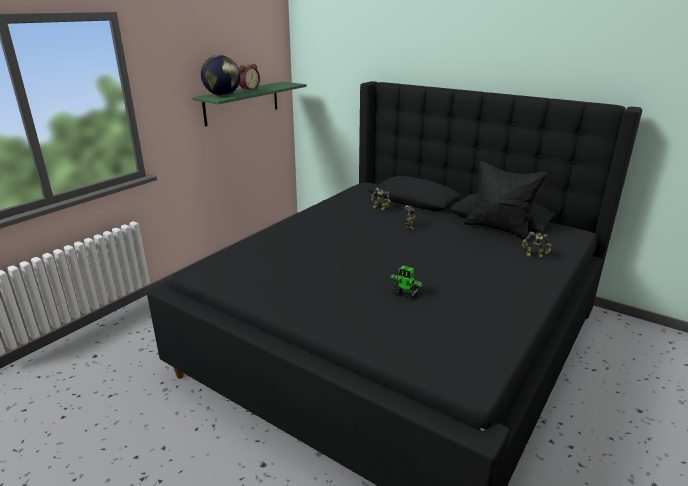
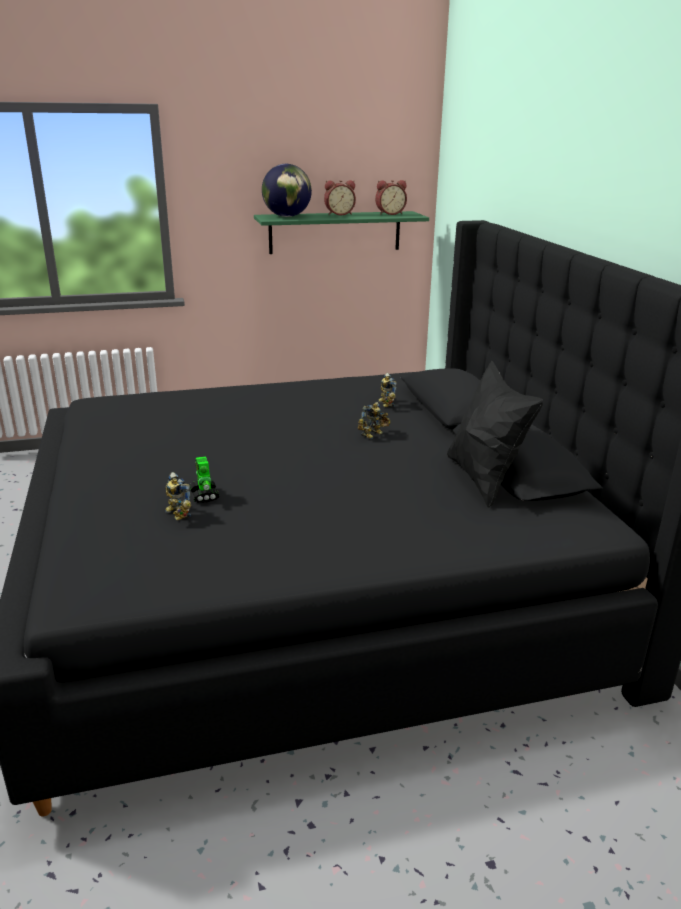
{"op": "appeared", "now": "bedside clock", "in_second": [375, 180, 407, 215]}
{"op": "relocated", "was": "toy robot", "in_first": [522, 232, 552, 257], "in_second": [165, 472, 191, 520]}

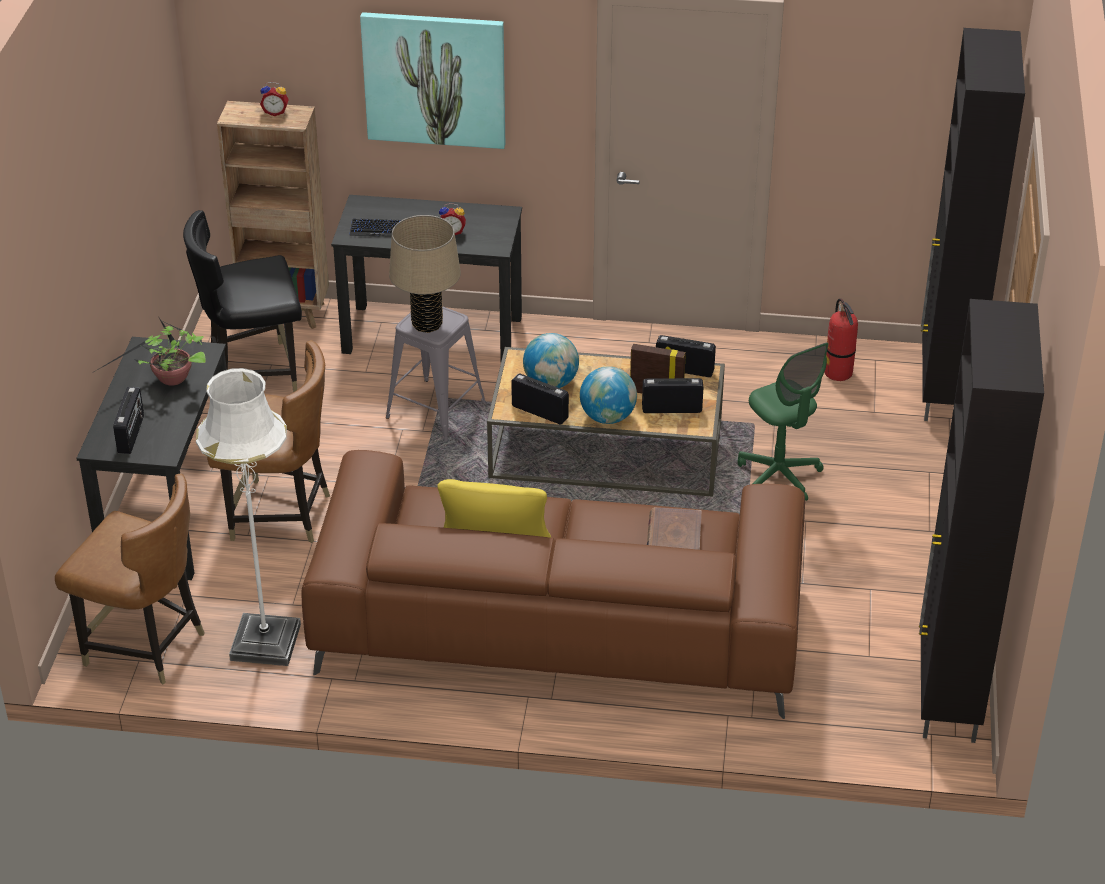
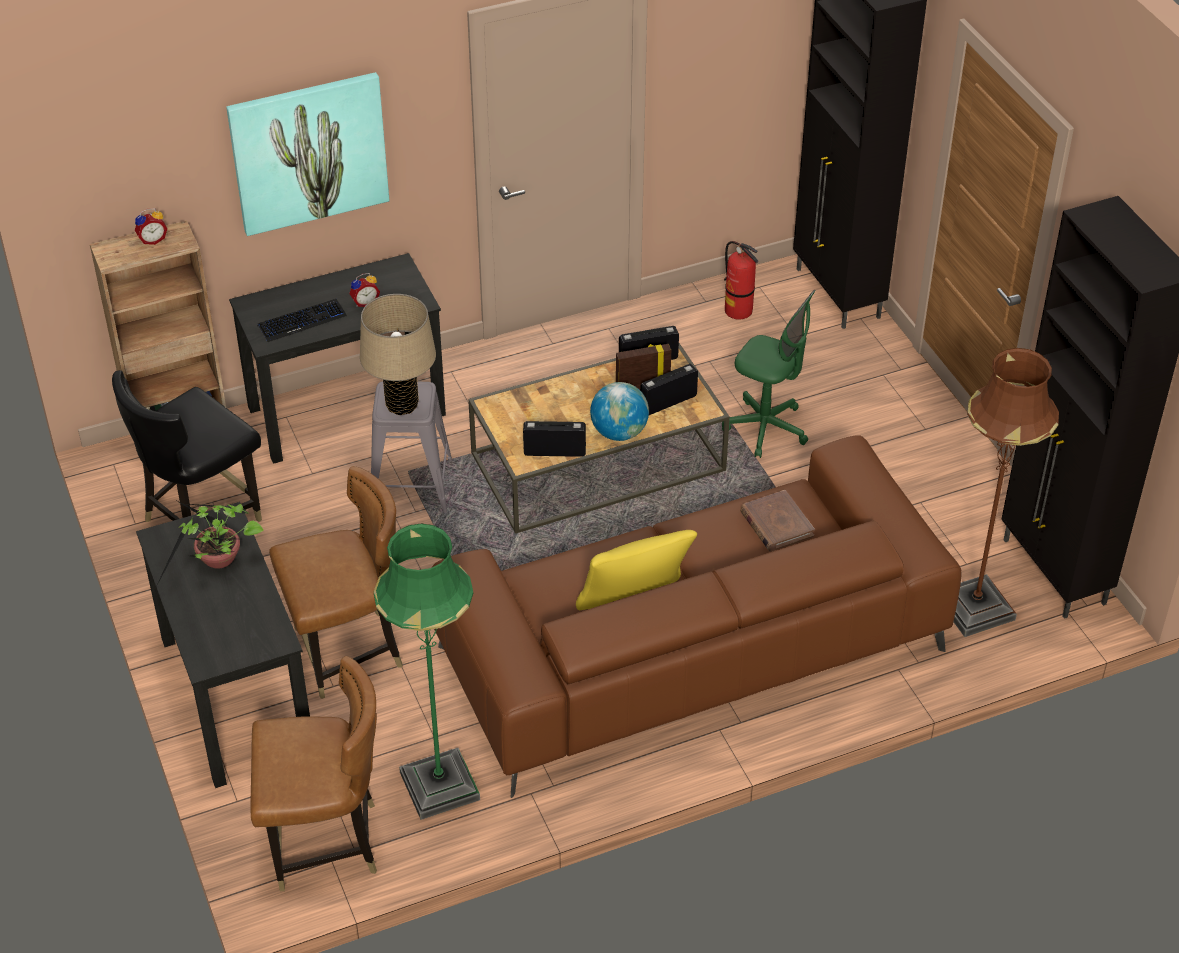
{"op": "missing", "was": "radio set", "in_first": [113, 387, 144, 454]}
{"op": "missing", "was": "globe", "in_first": [523, 333, 579, 388]}
{"op": "appeared", "now": "brownish floor lamp", "in_second": [954, 348, 1059, 637]}
{"op": "colour", "was": "white floor lamp", "now": "greenish floor lamp", "in_first": [196, 368, 301, 666], "in_second": [374, 523, 480, 820]}

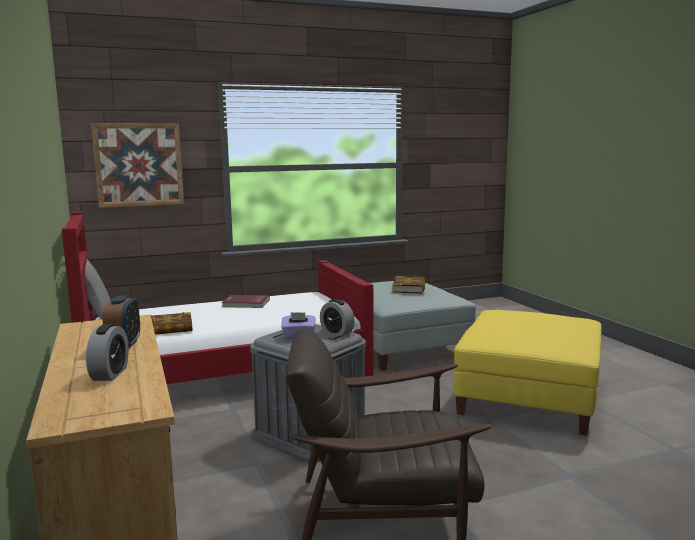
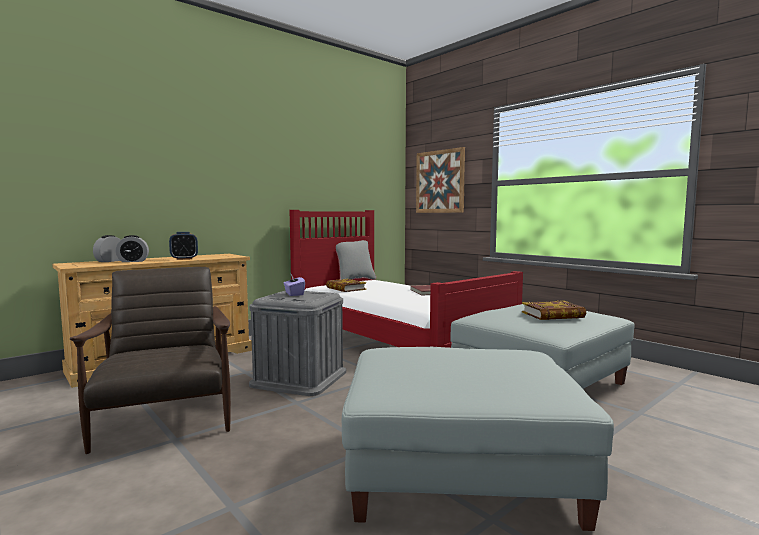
{"op": "relocated", "was": "bedside clock", "in_first": [320, 299, 355, 336], "in_second": [93, 235, 121, 262]}
{"op": "colour", "was": "yellowish ottoman", "now": "grey ottoman", "in_first": [453, 310, 602, 436], "in_second": [342, 347, 614, 531]}

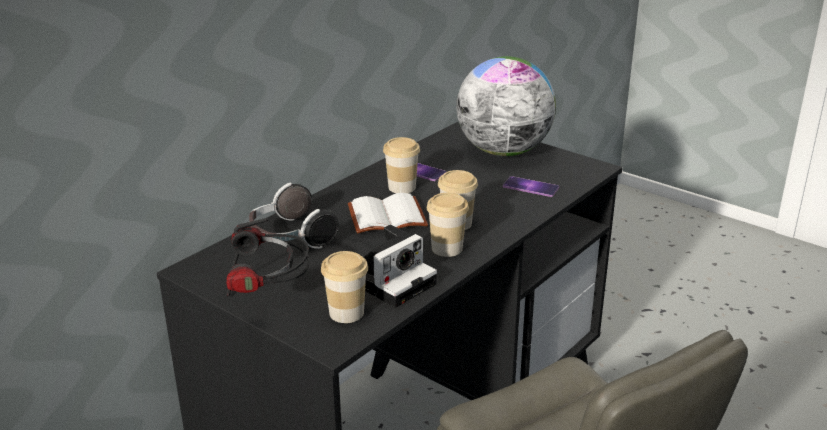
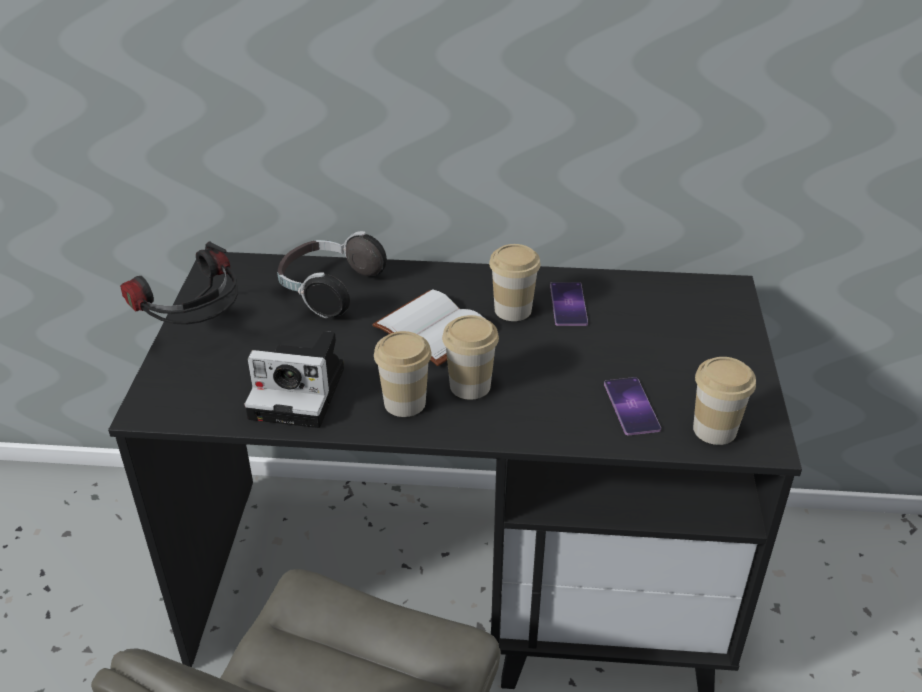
{"op": "missing", "was": "globe", "in_first": [456, 56, 556, 156]}
{"op": "relocated", "was": "drinking cup", "in_first": [321, 251, 368, 323], "in_second": [693, 357, 756, 445]}

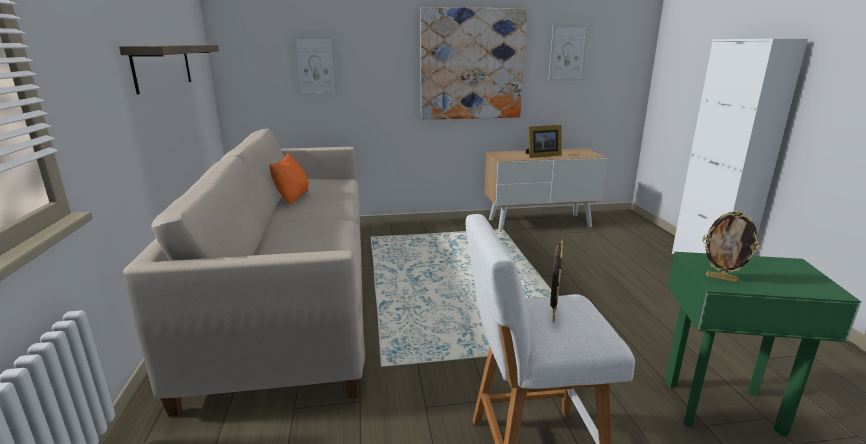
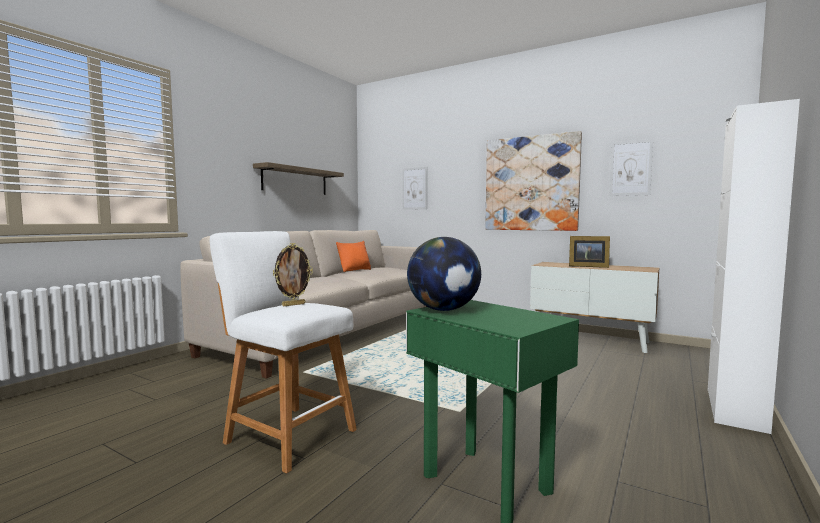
{"op": "exchanged", "was": "standing frame", "now": "globe", "in_first": [703, 210, 761, 282], "in_second": [407, 237, 481, 311]}

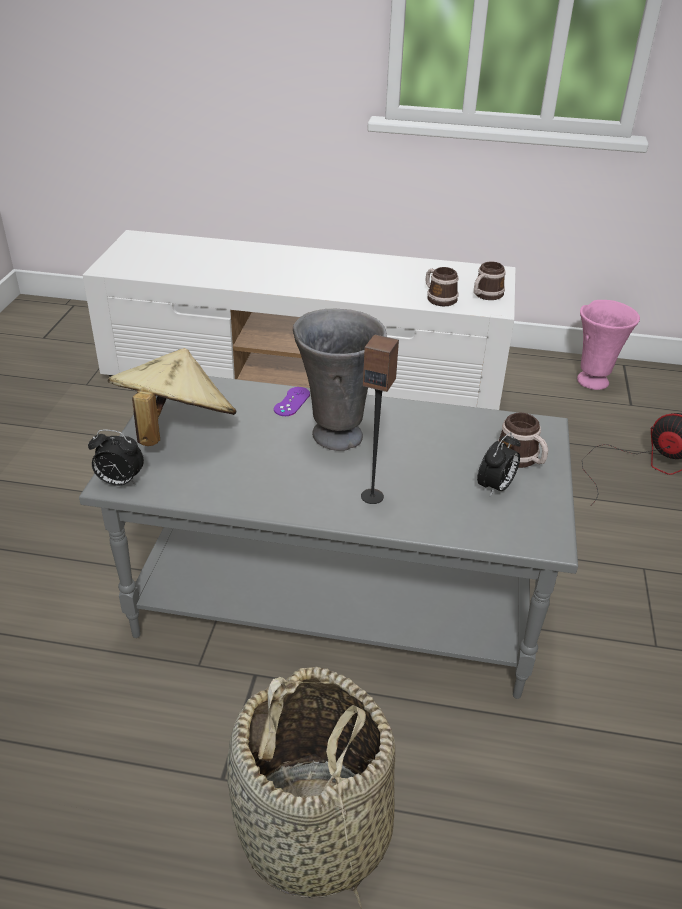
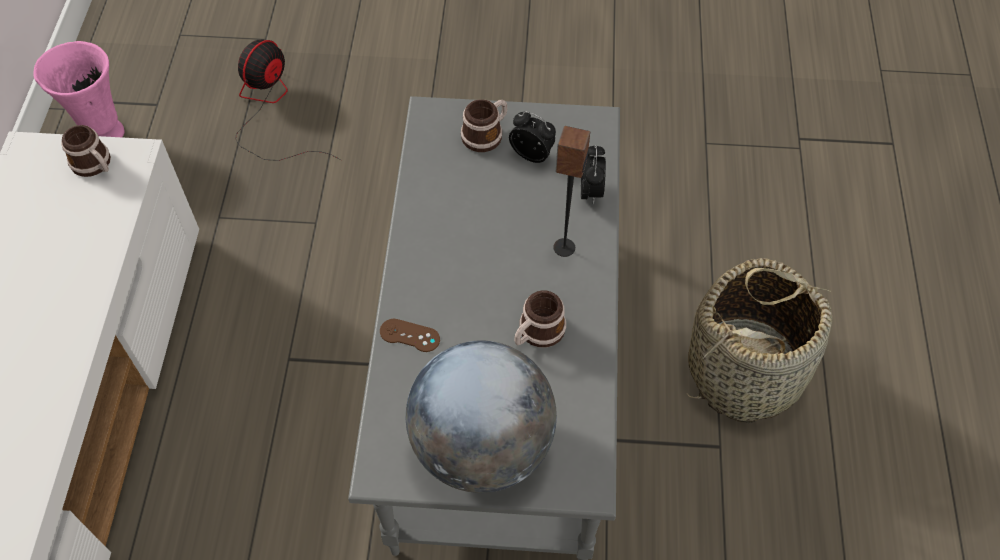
{"op": "missing", "was": "grey flower vase", "in_first": [293, 308, 387, 451]}
{"op": "relocated", "was": "bedside clock", "in_first": [88, 430, 144, 486], "in_second": [581, 145, 606, 205]}
{"op": "relocated", "was": "mug", "in_first": [425, 267, 459, 306], "in_second": [514, 291, 566, 348]}
{"op": "exchanged", "was": "sand-coloured wearable hat", "now": "globe", "in_first": [108, 348, 236, 446], "in_second": [405, 341, 557, 493]}
{"op": "colour", "was": "purplish game controller", "now": "brownish game controller", "in_first": [274, 387, 310, 416], "in_second": [380, 319, 440, 352]}

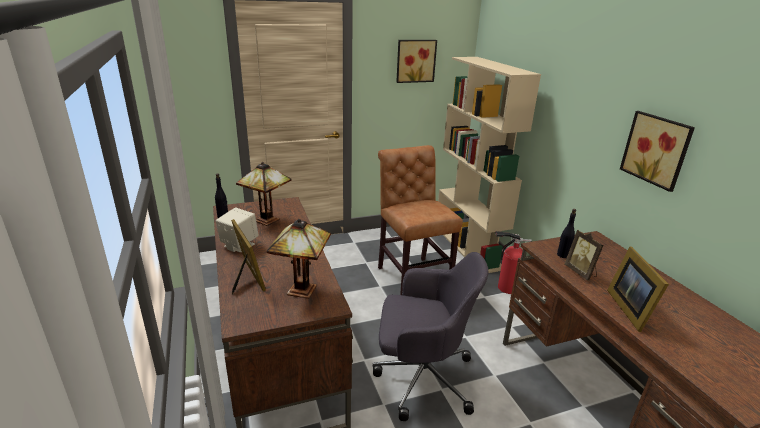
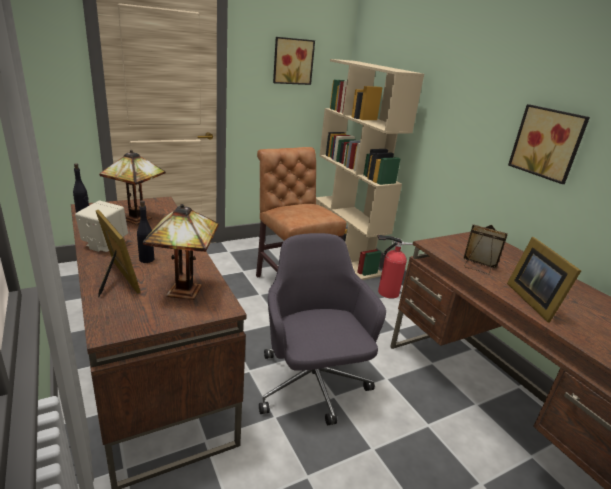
{"op": "relocated", "was": "black-coloured drink bottle", "in_first": [557, 209, 576, 258], "in_second": [137, 200, 154, 263]}
{"op": "spun", "was": "grey office chair", "in_first": [373, 252, 488, 421], "in_second": [259, 233, 386, 425], "clockwise": -105}
{"op": "spun", "was": "standing frame", "in_first": [565, 230, 603, 281], "in_second": [463, 224, 508, 274], "clockwise": 150}

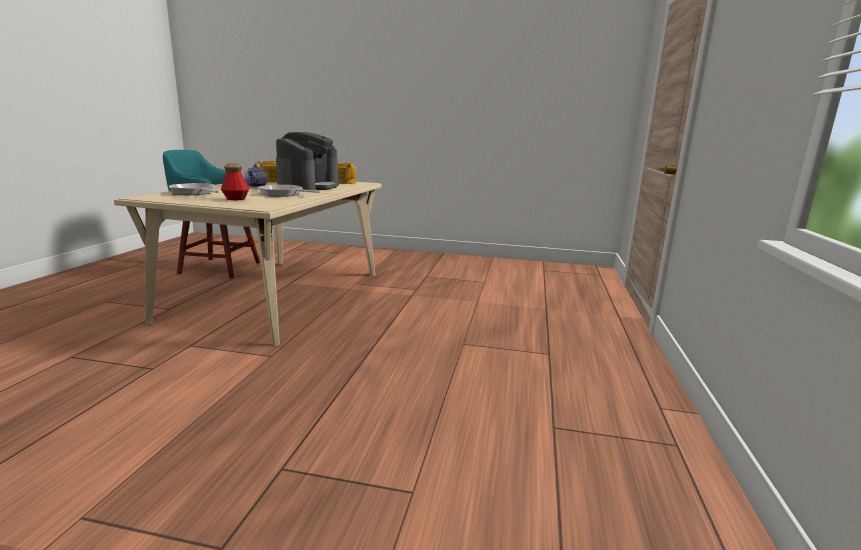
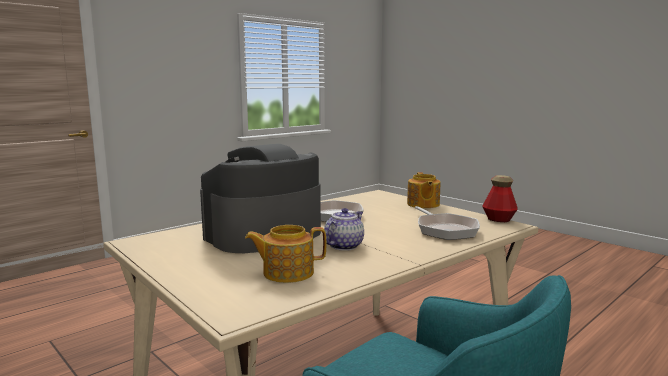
{"op": "relocated", "was": "drink bottle", "in_first": [221, 164, 249, 200], "in_second": [482, 175, 518, 222]}
{"op": "relocated", "was": "pot for tea", "in_first": [338, 163, 356, 184], "in_second": [407, 172, 440, 208]}

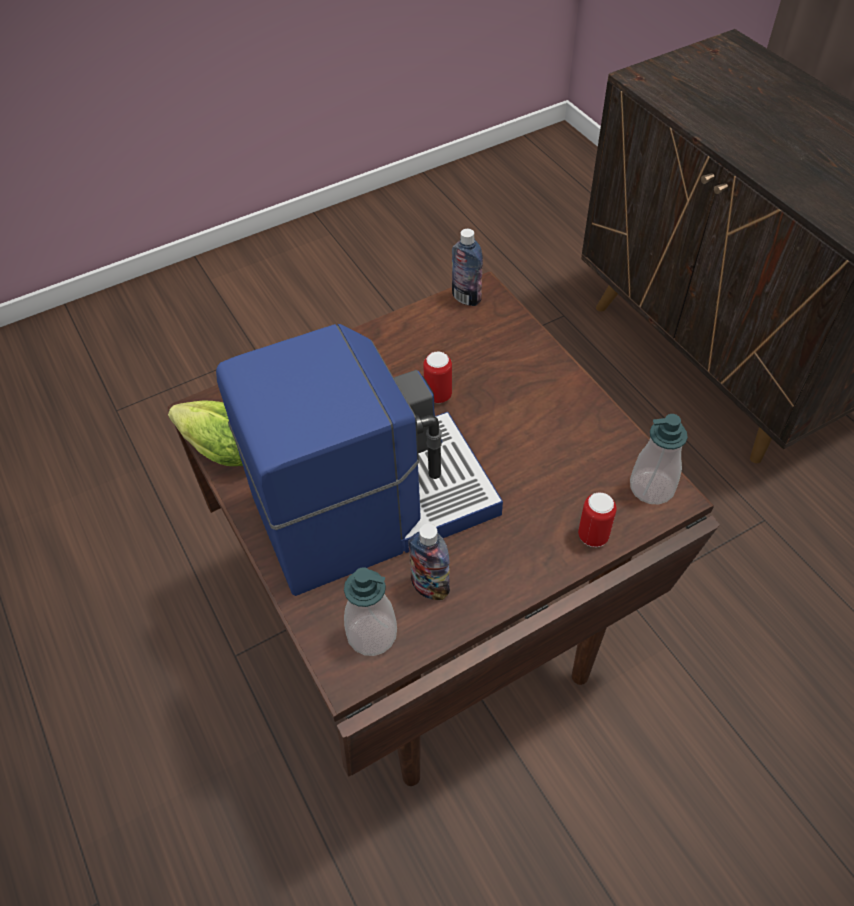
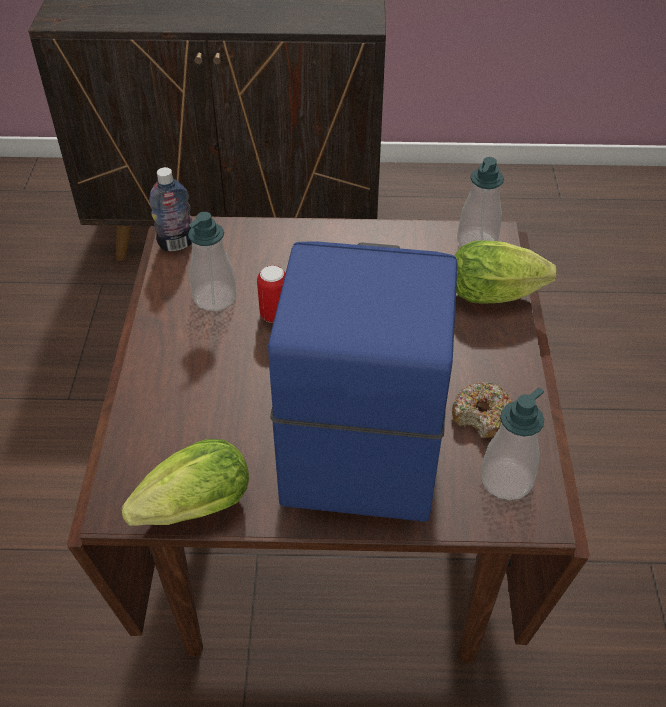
{"op": "appeared", "now": "soap dispenser", "in_second": [188, 212, 237, 311]}
{"op": "exchanged", "was": "drink bottle", "now": "doughnut", "in_first": [408, 523, 450, 600], "in_second": [452, 382, 512, 438]}
{"op": "exchanged", "was": "sealed can", "now": "head of lettuce", "in_first": [578, 492, 616, 547], "in_second": [454, 240, 557, 304]}

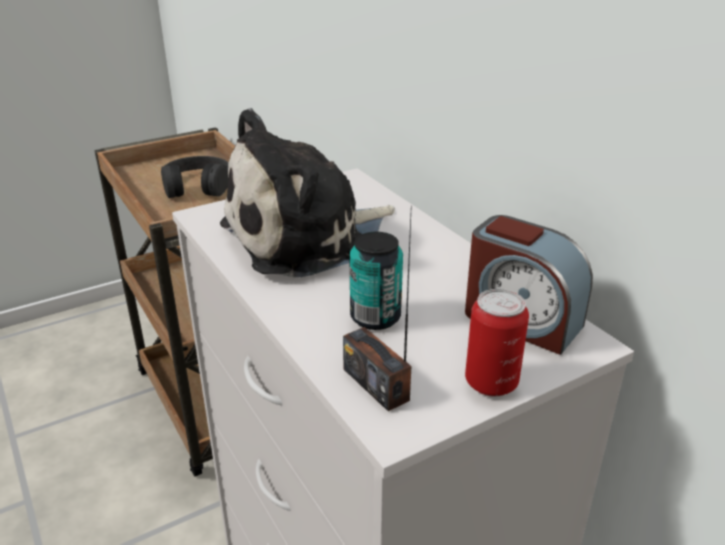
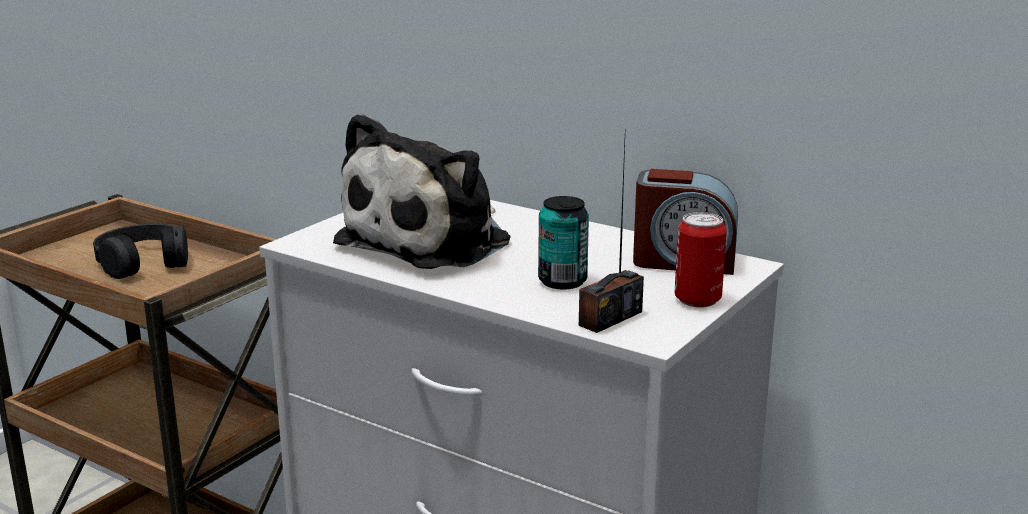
{"op": "spun", "was": "radio set", "in_first": [343, 205, 412, 411], "in_second": [579, 142, 644, 333], "clockwise": -75}

